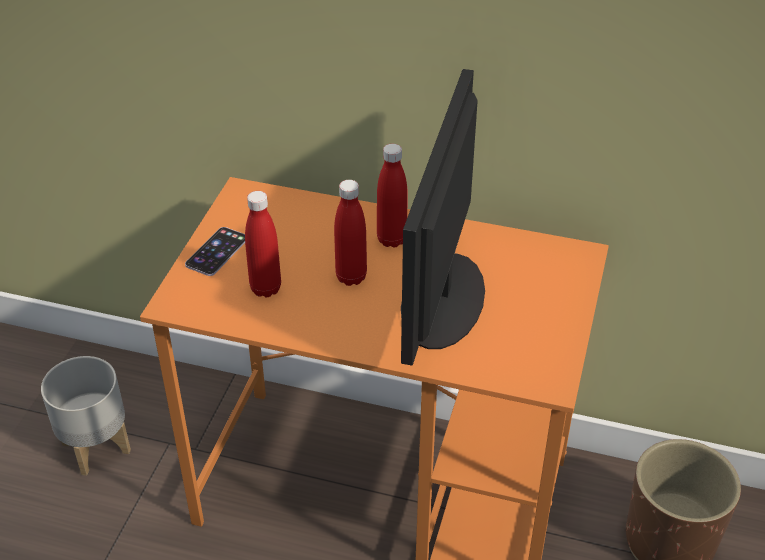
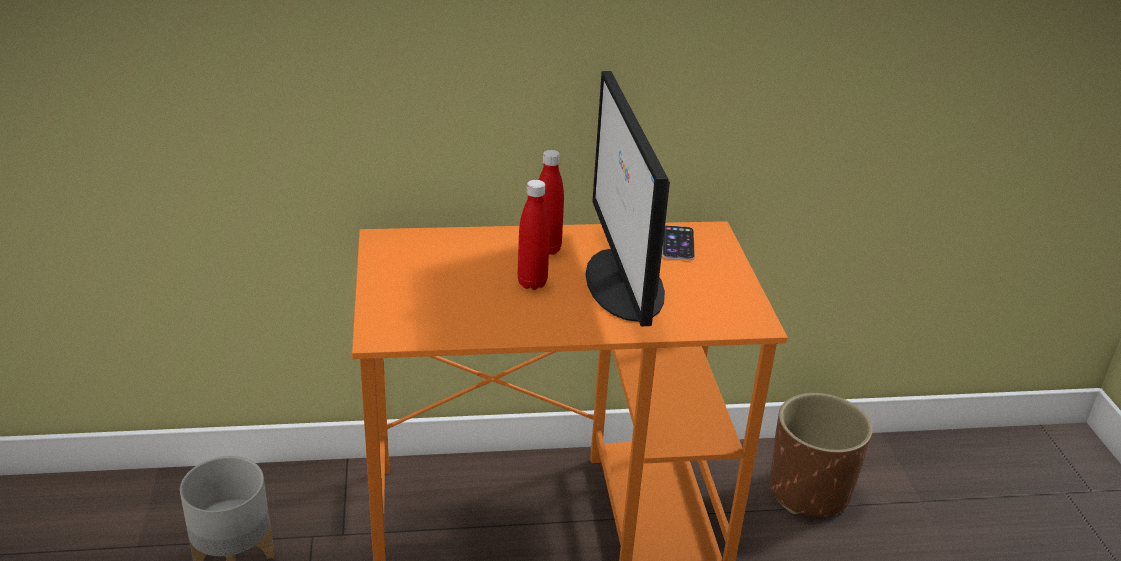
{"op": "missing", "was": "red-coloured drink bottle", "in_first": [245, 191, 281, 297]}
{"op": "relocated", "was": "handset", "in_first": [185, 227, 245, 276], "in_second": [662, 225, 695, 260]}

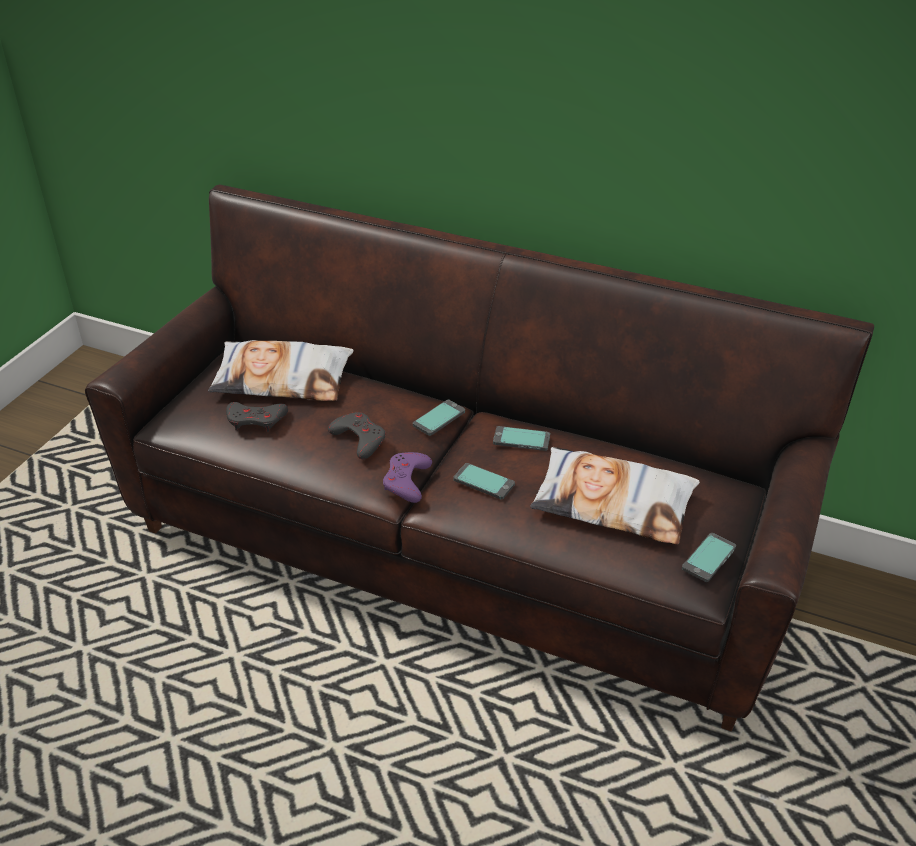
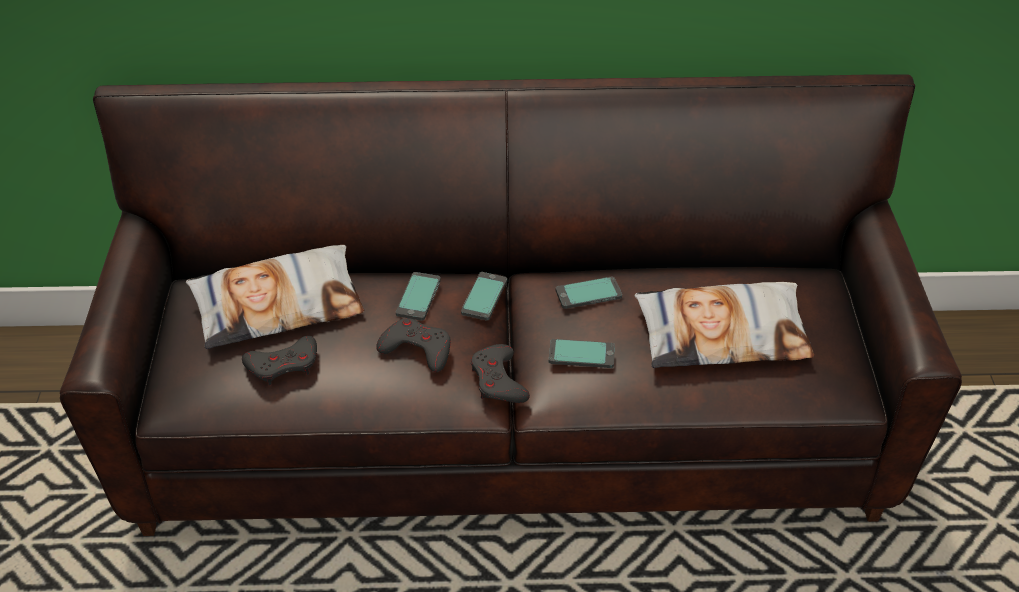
{"op": "relocated", "was": "handset", "in_first": [682, 533, 736, 582], "in_second": [396, 272, 441, 321]}
{"op": "colour", "was": "purplish game controller", "now": "grey game controller", "in_first": [383, 452, 432, 503], "in_second": [471, 344, 530, 403]}

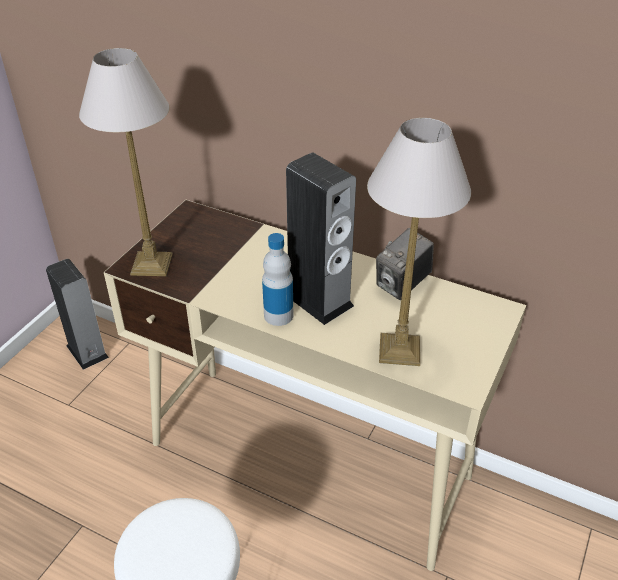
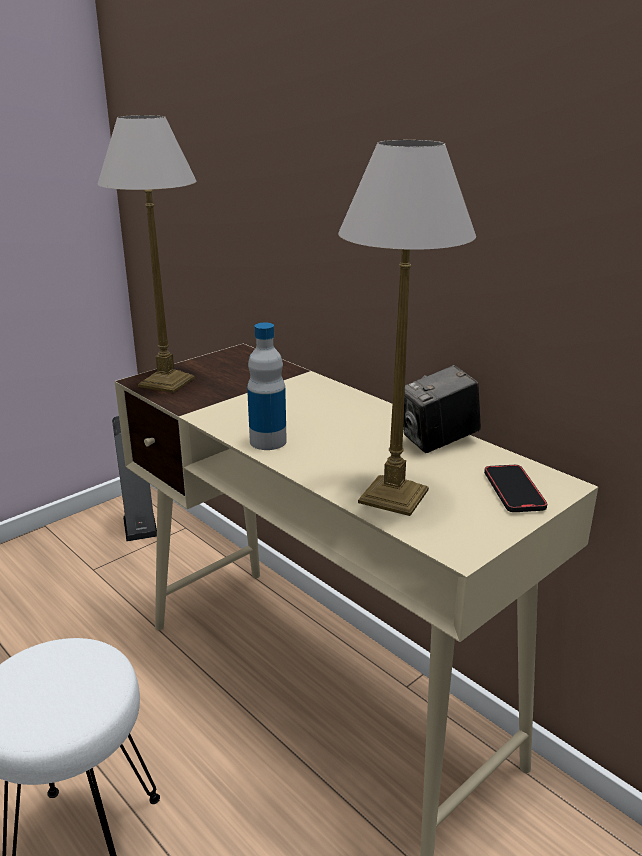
{"op": "missing", "was": "audio speaker", "in_first": [286, 153, 356, 325]}
{"op": "appeared", "now": "handset", "in_second": [484, 465, 547, 512]}

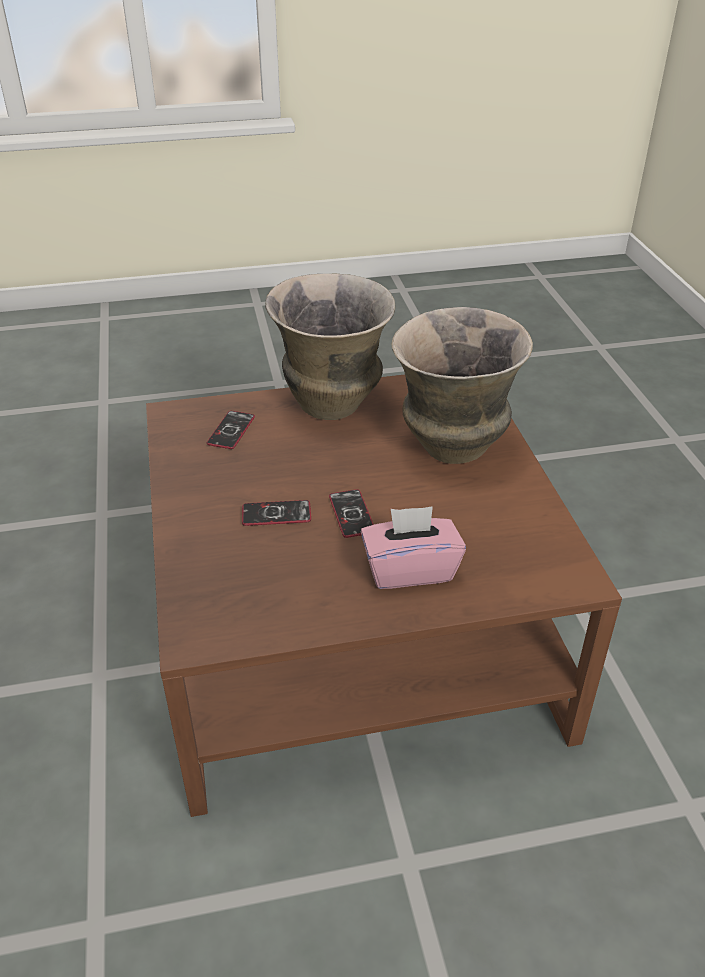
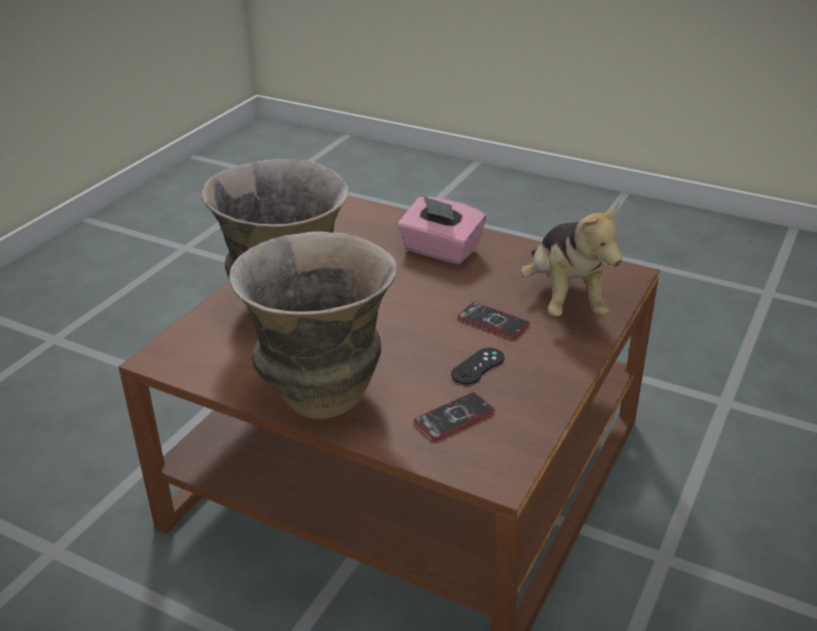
{"op": "missing", "was": "handset", "in_first": [329, 489, 374, 538]}
{"op": "appeared", "now": "black-coloured game controller", "in_second": [451, 348, 504, 384]}
{"op": "appeared", "now": "soft toy", "in_second": [521, 201, 622, 316]}

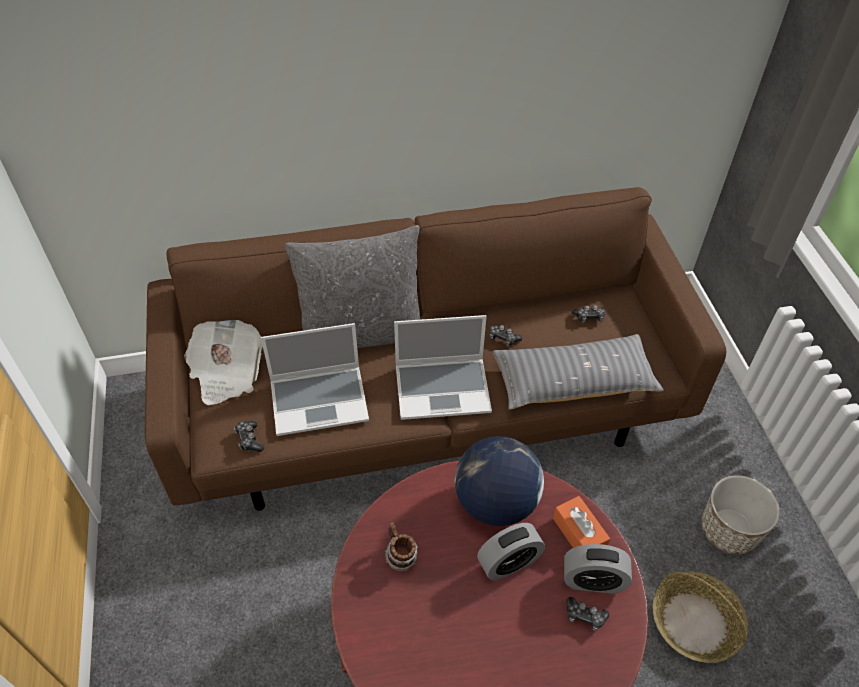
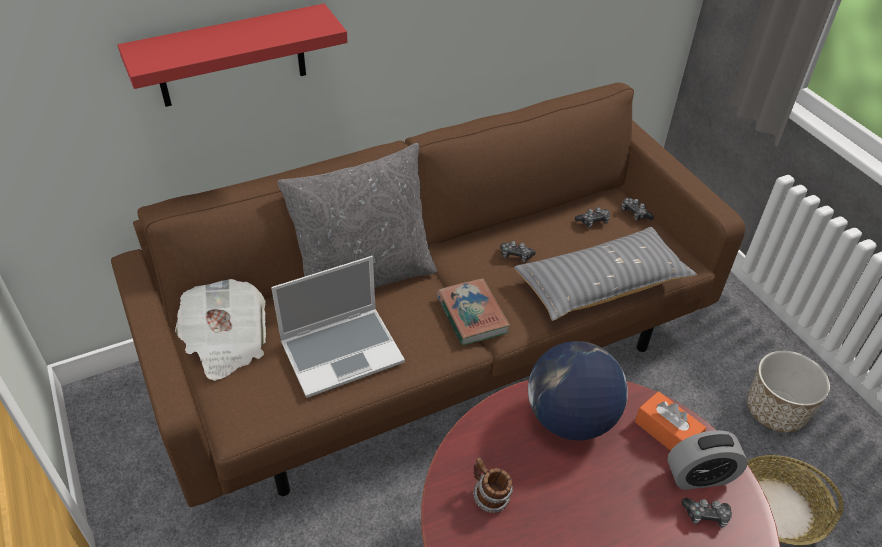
{"op": "missing", "was": "bedside clock", "in_first": [477, 523, 545, 580]}
{"op": "appeared", "now": "red-coloured wall shelf", "in_second": [118, 4, 348, 107]}
{"op": "relocated", "was": "game controller", "in_first": [234, 421, 264, 452], "in_second": [622, 198, 654, 221]}
{"op": "exchanged", "was": "notebook computer", "now": "volume", "in_first": [394, 315, 492, 420], "in_second": [437, 278, 510, 346]}

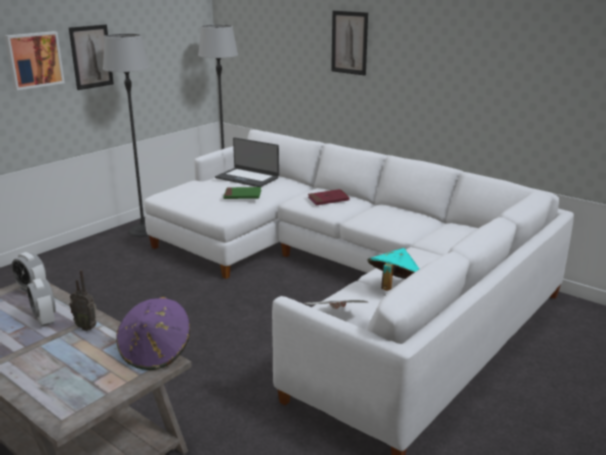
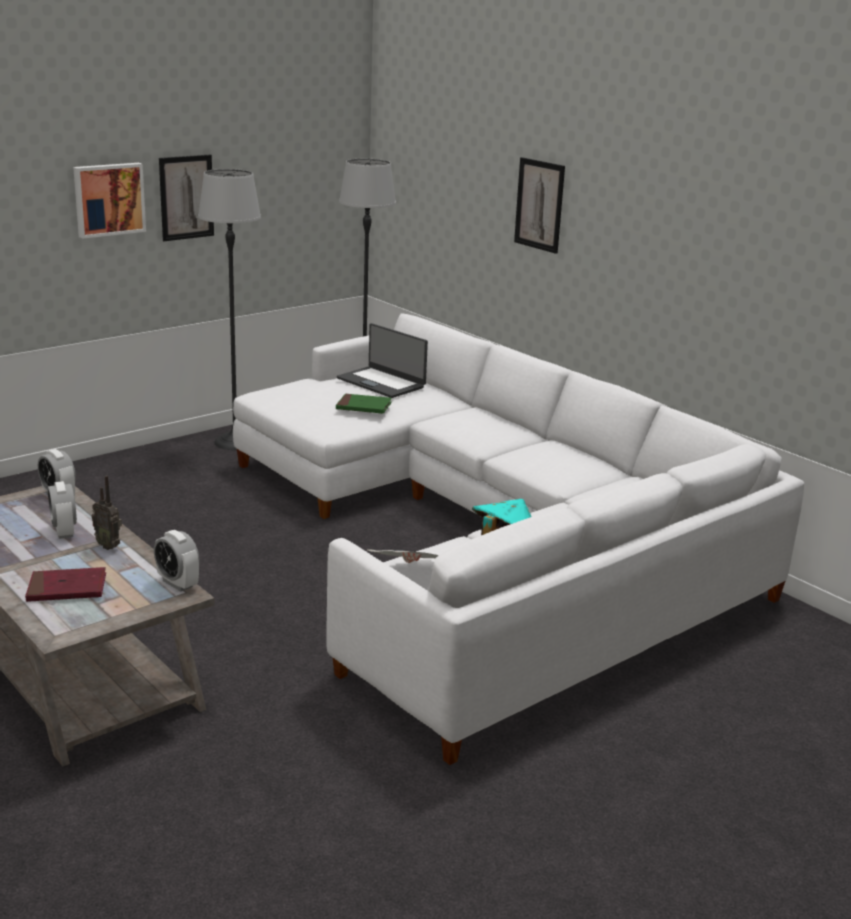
{"op": "relocated", "was": "red-coloured volume", "in_first": [308, 189, 350, 205], "in_second": [25, 567, 106, 602]}
{"op": "exchanged", "was": "purplish wearable hat", "now": "bedside clock", "in_first": [116, 297, 190, 370], "in_second": [154, 530, 200, 592]}

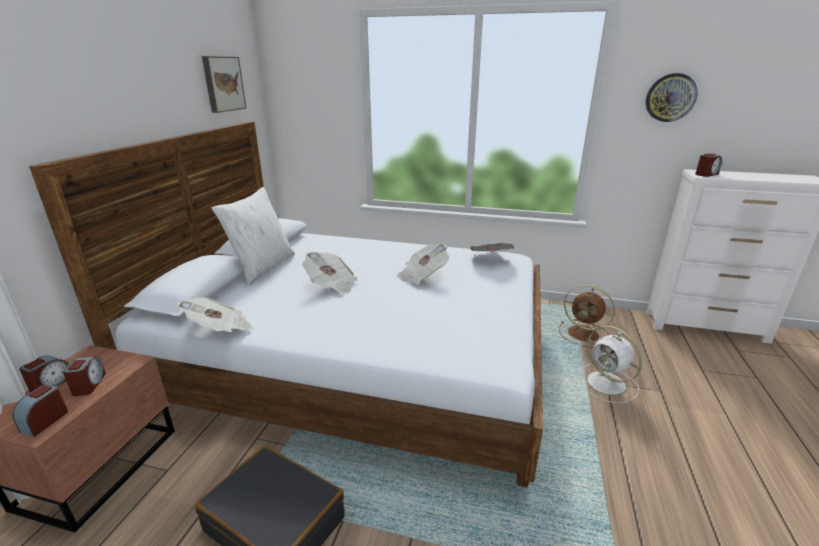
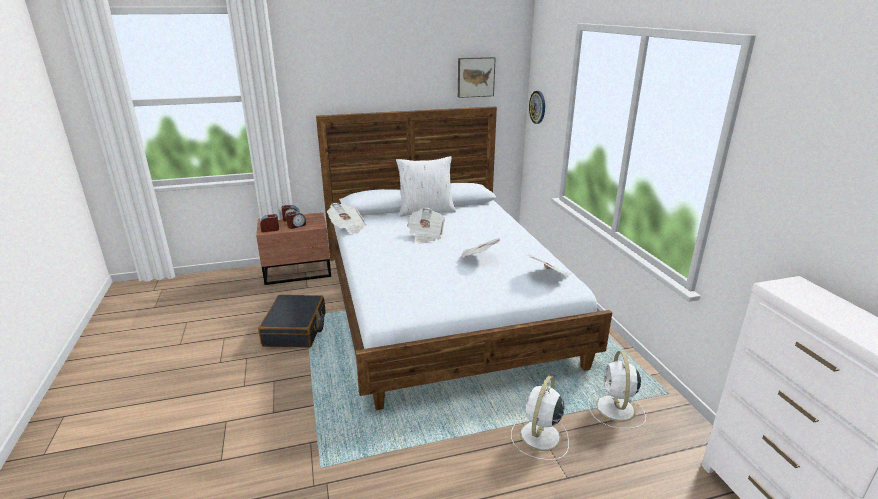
{"op": "missing", "was": "bedside clock", "in_first": [695, 153, 722, 177]}
{"op": "relocated", "was": "hanging clock", "in_first": [645, 73, 698, 122], "in_second": [529, 91, 545, 124]}
{"op": "colour", "was": "brownish fan", "now": "white fan", "in_first": [559, 285, 615, 348], "in_second": [588, 351, 646, 429]}

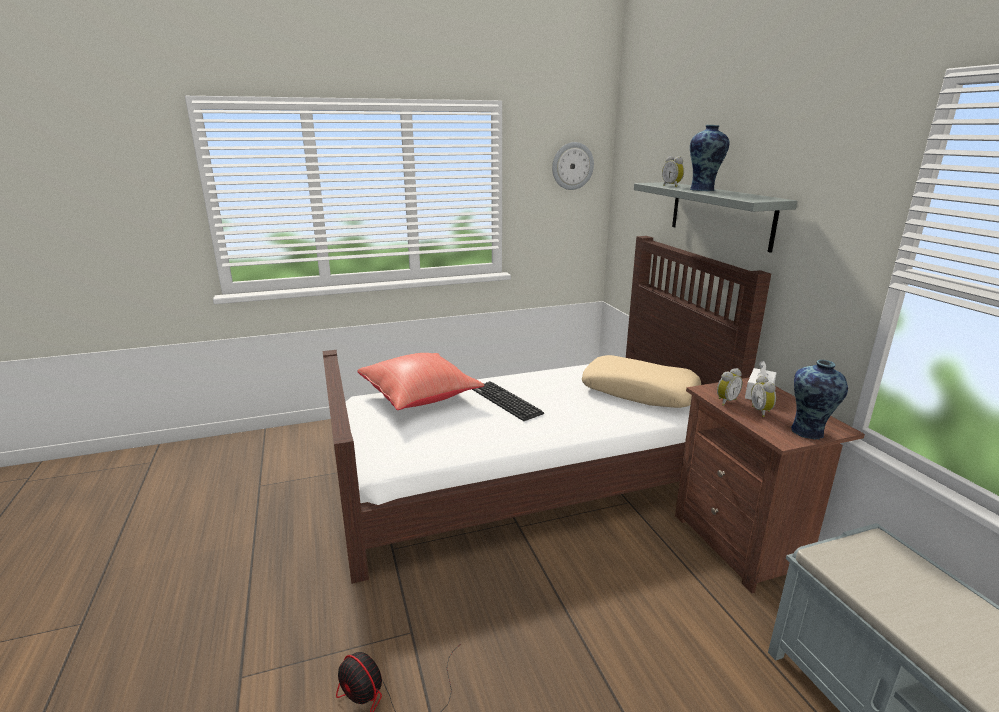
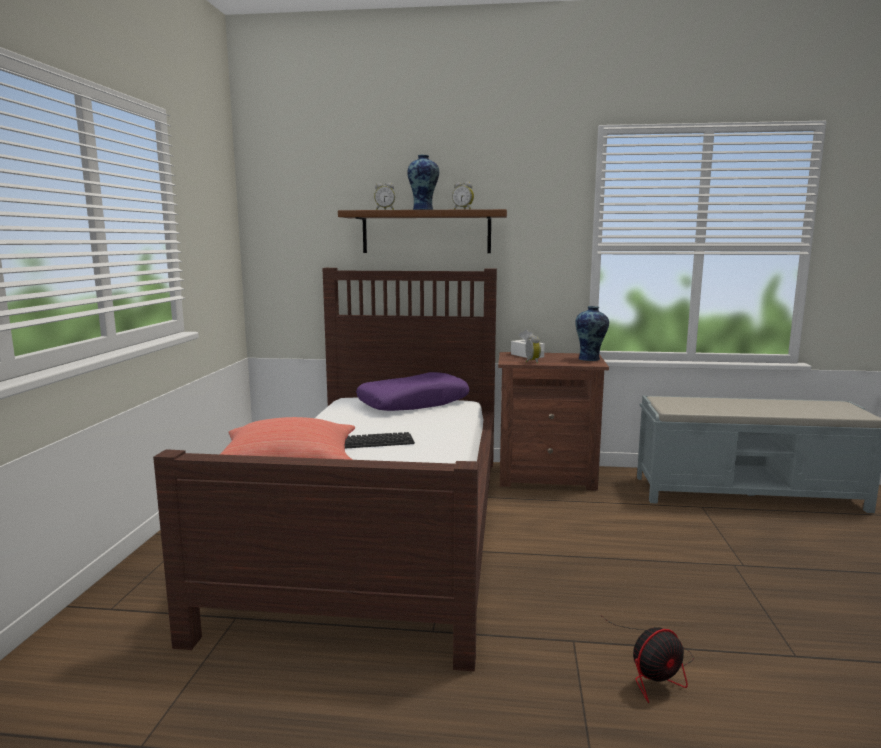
{"op": "missing", "was": "hanging clock", "in_first": [552, 142, 594, 190]}
{"op": "relocated", "was": "bedside clock", "in_first": [751, 376, 776, 417], "in_second": [452, 182, 474, 210]}
{"op": "colour", "was": "sand-coloured cushion", "now": "purplish cushion", "in_first": [582, 355, 701, 408], "in_second": [356, 372, 469, 411]}
{"op": "colour", "was": "grey wall shelf", "now": "brownish wall shelf", "in_first": [634, 182, 797, 253], "in_second": [338, 209, 507, 253]}

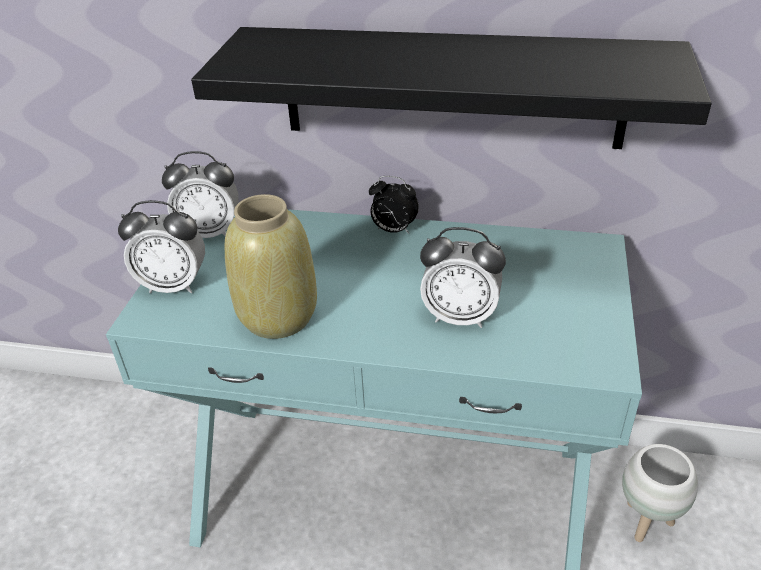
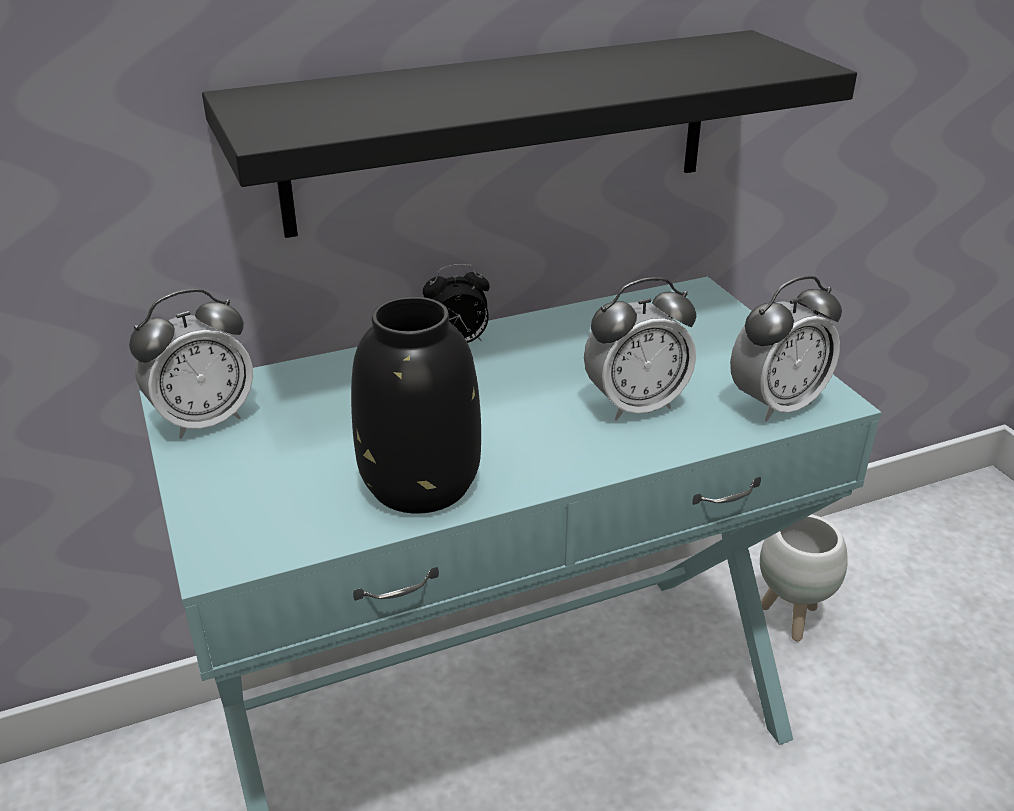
{"op": "relocated", "was": "bedside clock", "in_first": [118, 200, 205, 293], "in_second": [730, 276, 842, 422]}
{"op": "colour", "was": "sand-coloured flower vase", "now": "black-coloured flower vase", "in_first": [225, 194, 317, 339], "in_second": [351, 297, 481, 514]}

